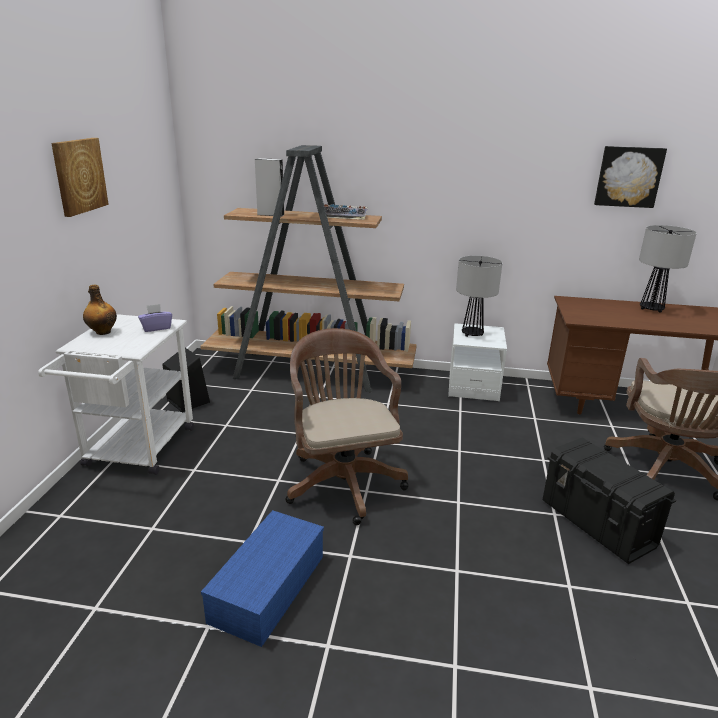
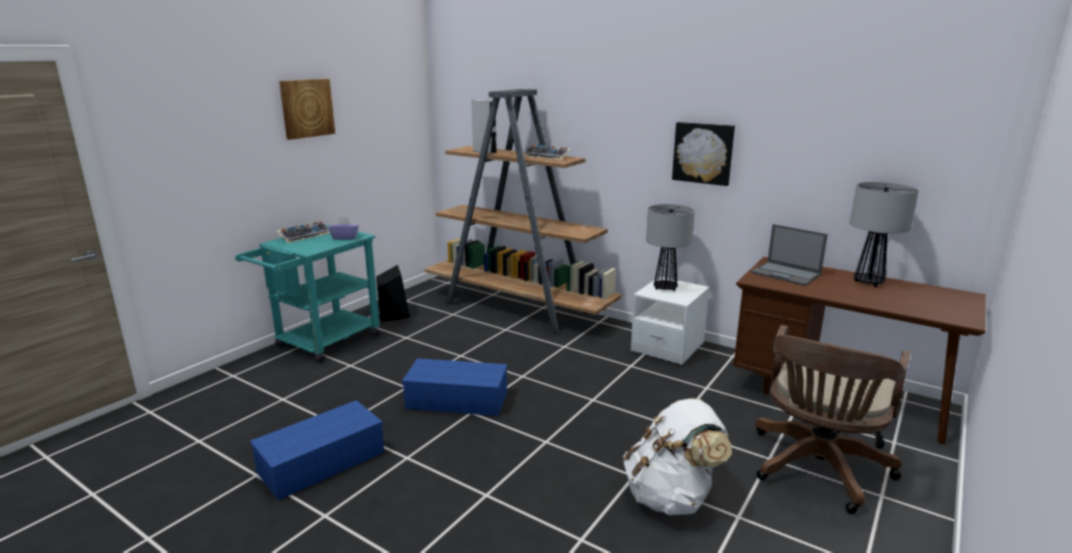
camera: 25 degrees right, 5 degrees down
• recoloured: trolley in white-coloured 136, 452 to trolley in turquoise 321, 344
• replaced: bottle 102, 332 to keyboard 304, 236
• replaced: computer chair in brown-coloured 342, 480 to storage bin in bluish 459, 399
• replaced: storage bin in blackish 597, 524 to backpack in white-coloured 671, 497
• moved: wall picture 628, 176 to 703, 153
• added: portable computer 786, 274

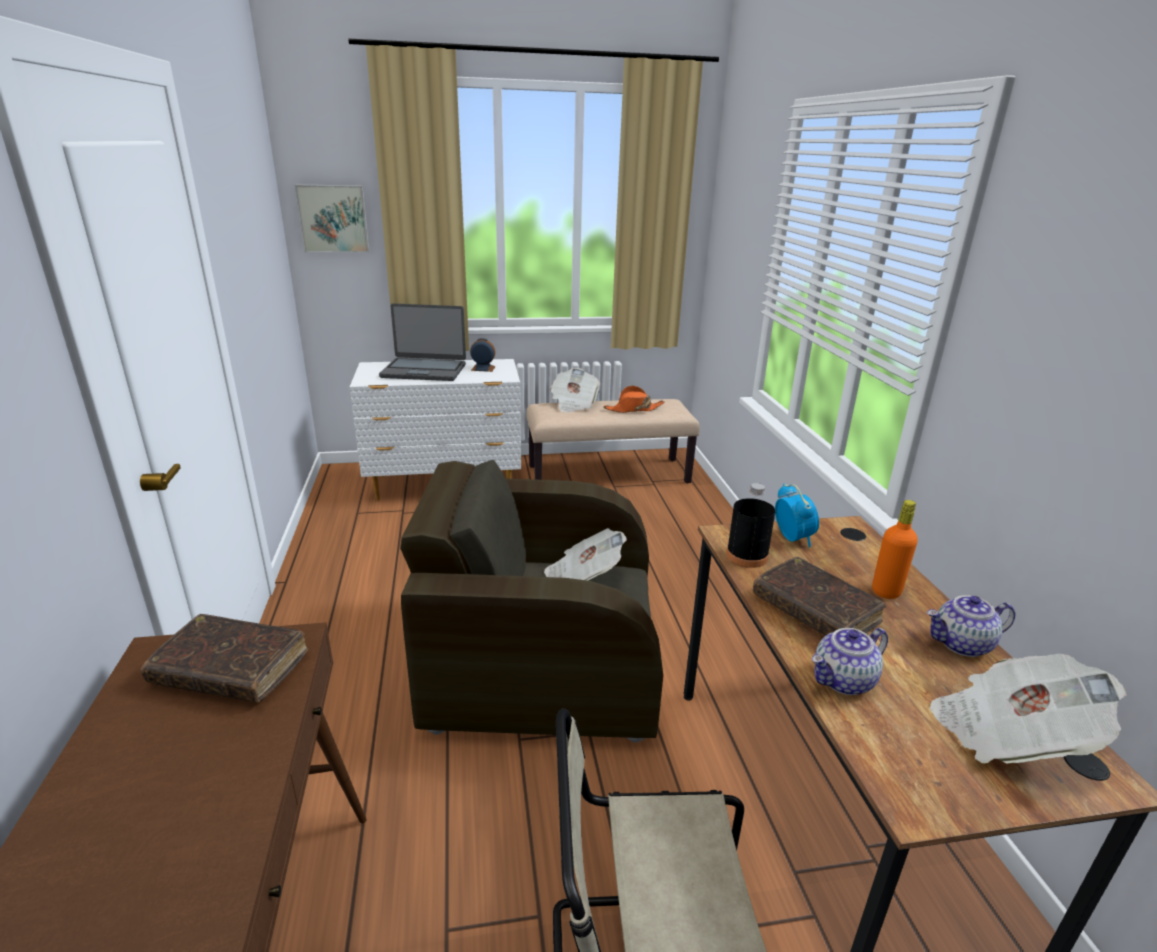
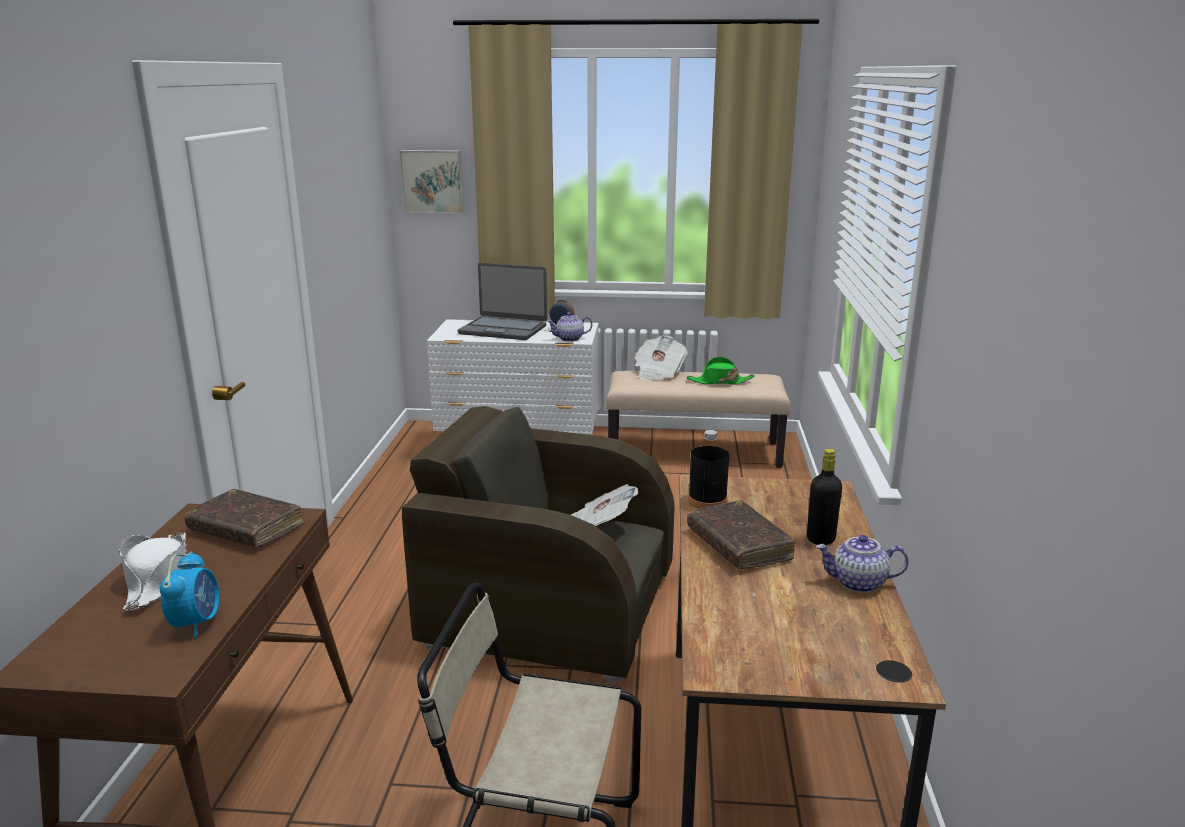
camera: 15 degrees right, 5 degrees down
• added: clothing hat in white-coloured 158, 578
• moved: bedside clock 792, 538 to 196, 623
• moved: teapot 843, 681 to 569, 339
• recoloured: clothing hat in orange 633, 409 to clothing hat in green 720, 381
• recoloured: bottle in orange 886, 591 to bottle in blackish 820, 539
• removed: daily paper 1009, 734

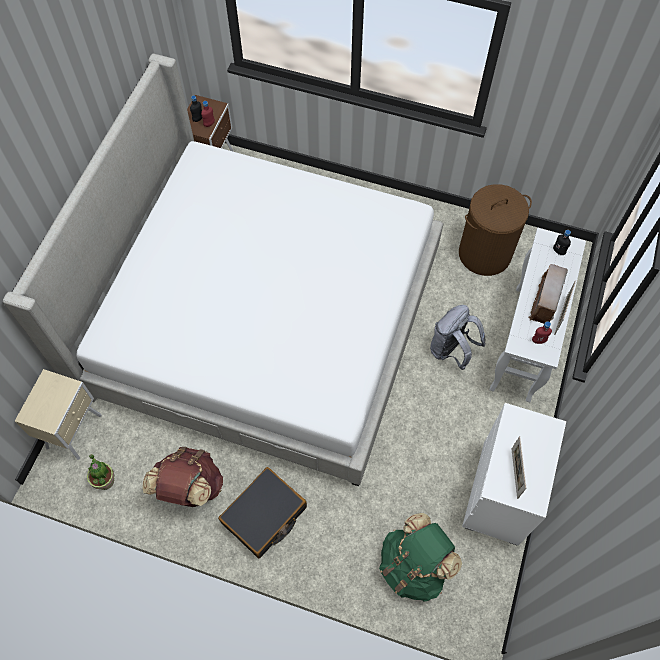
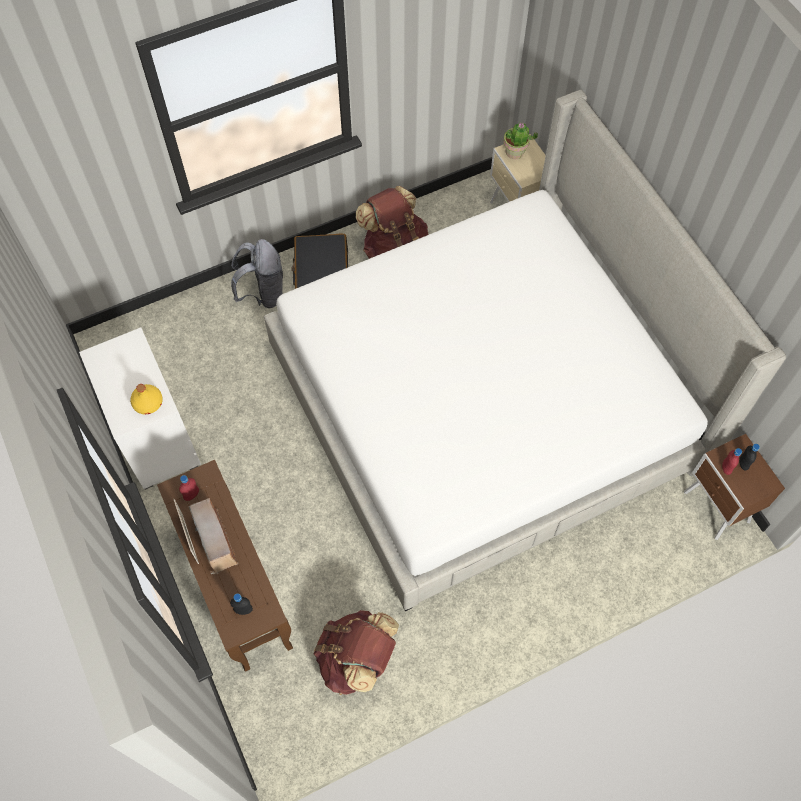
camera: 135 degrees right, 0 degrees up
• added: bottle in yellow 148, 403
• recoloured: hall table in white-coloured 523, 344 to hall table in brown-coloured 238, 589
• moved: backpack in greyish 451, 351 to 263, 293
• replaced: washing basket in brown-coloured 484, 253 to backpack in brown-coloured 357, 659
• moved: plant in a pot 105, 480 to 515, 152
• removed: backpack in green 413, 566
• removed: photo frame 514, 473

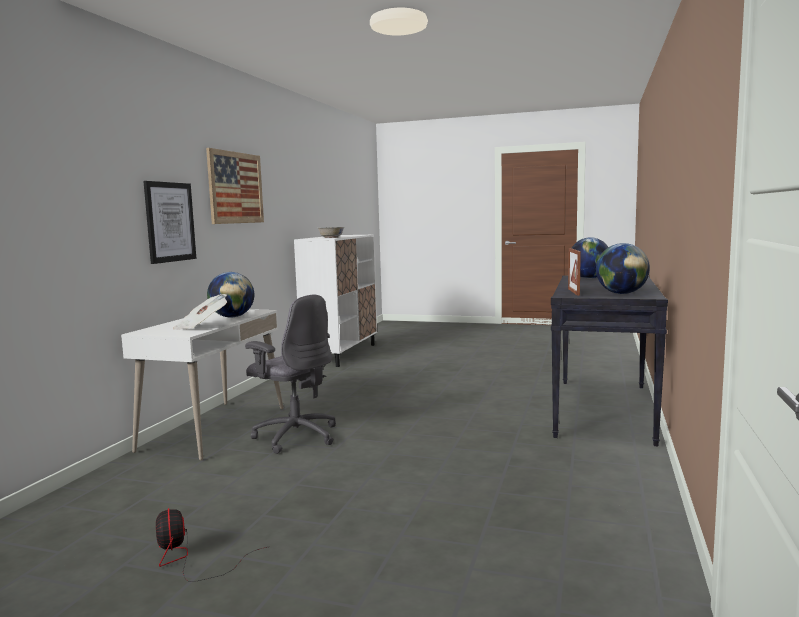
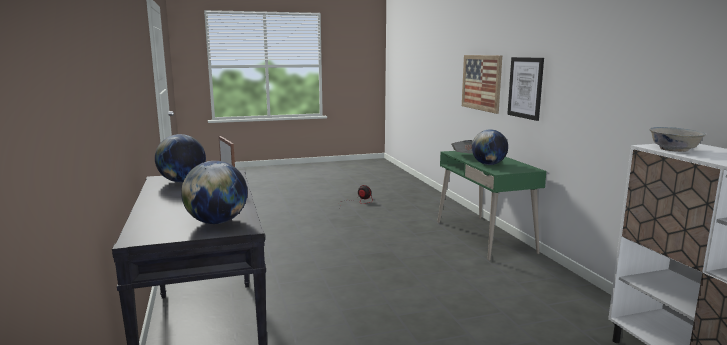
camera: 145 degrees right, 5 degrees up
• recoloured: desk table in white-coloured 214, 428 to desk table in green 484, 237
• moved: wall picture 235, 188 to 481, 82
• removed: computer chair in greyish 296, 436

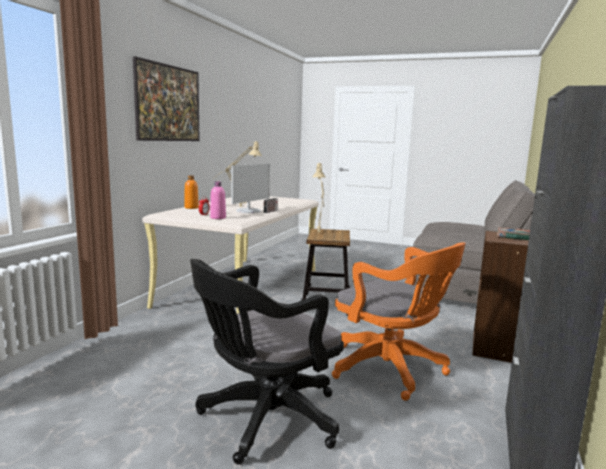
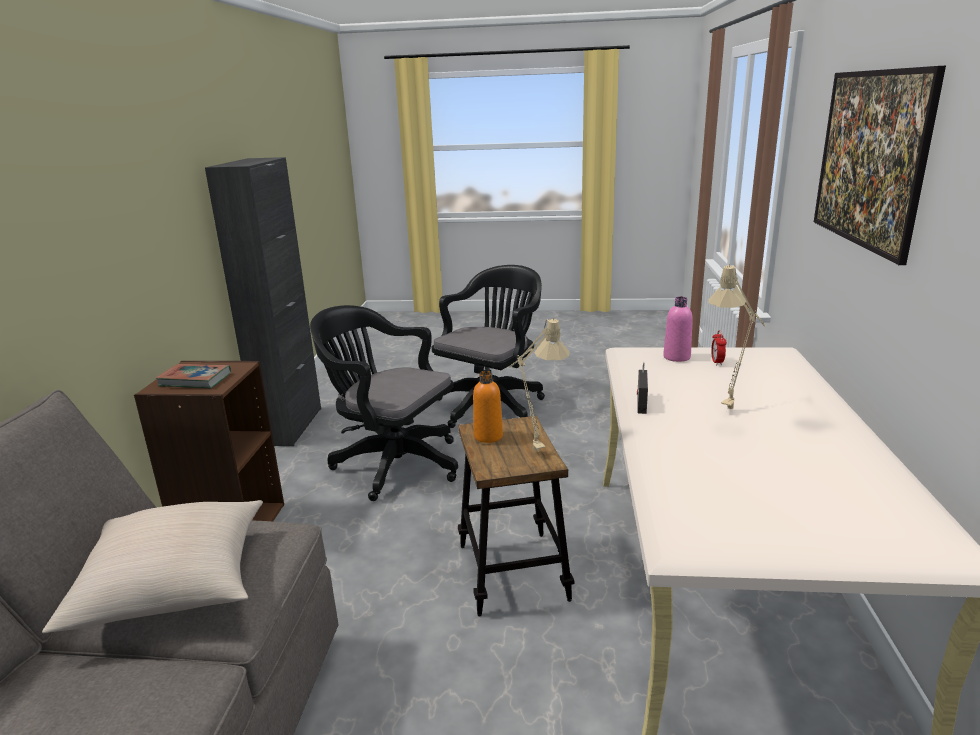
camera: 165 degrees right, 10 degrees up
• added: throw pillow in beige-coloured 174, 584
• recoloured: computer chair in orange 392, 370 to computer chair in blackish 392, 463
• moved: bottle in orange 191, 207 to 488, 436
• removed: computer screen 249, 211

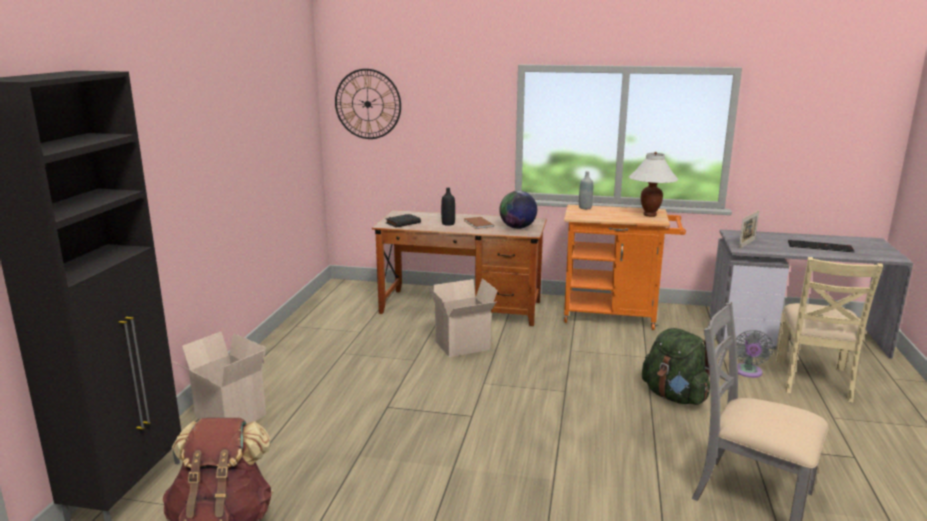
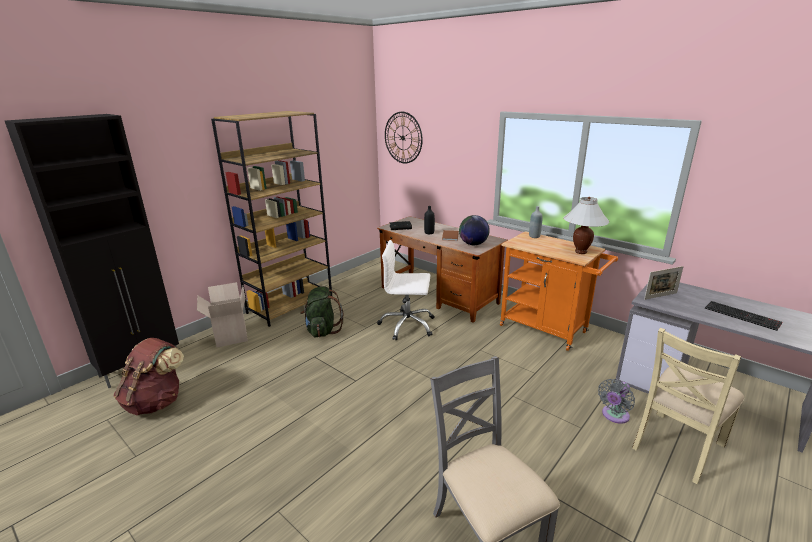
camera: 30 degrees right, 5 degrees up
• added: bookcase in brown-coloured 290, 305
• moved: backpack in green 674, 396 to 322, 330
• replaced: cardboard box 462, 346 to computer chair in white-coloured 407, 325

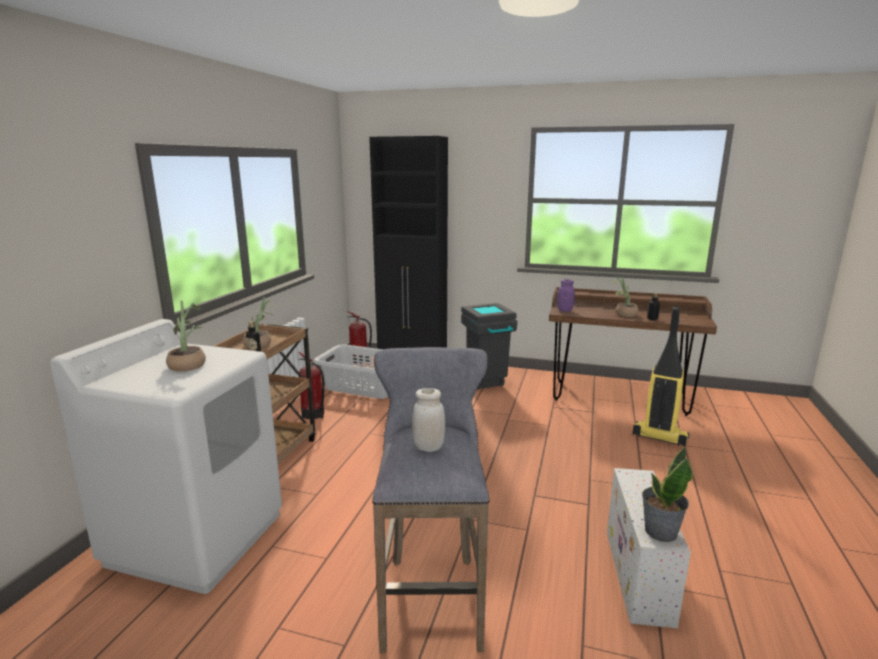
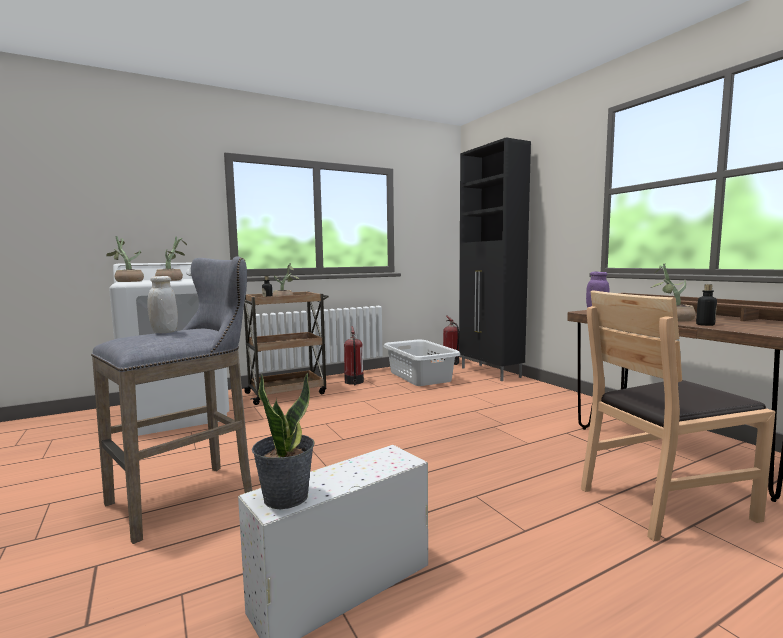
camera: 45 degrees right, 10 degrees down
• added: plant in a pot 127, 281
• replaced: vacuum cleaner 659, 437 to chair in brown-coloured 663, 502
• removed: trash can in greyish 487, 386

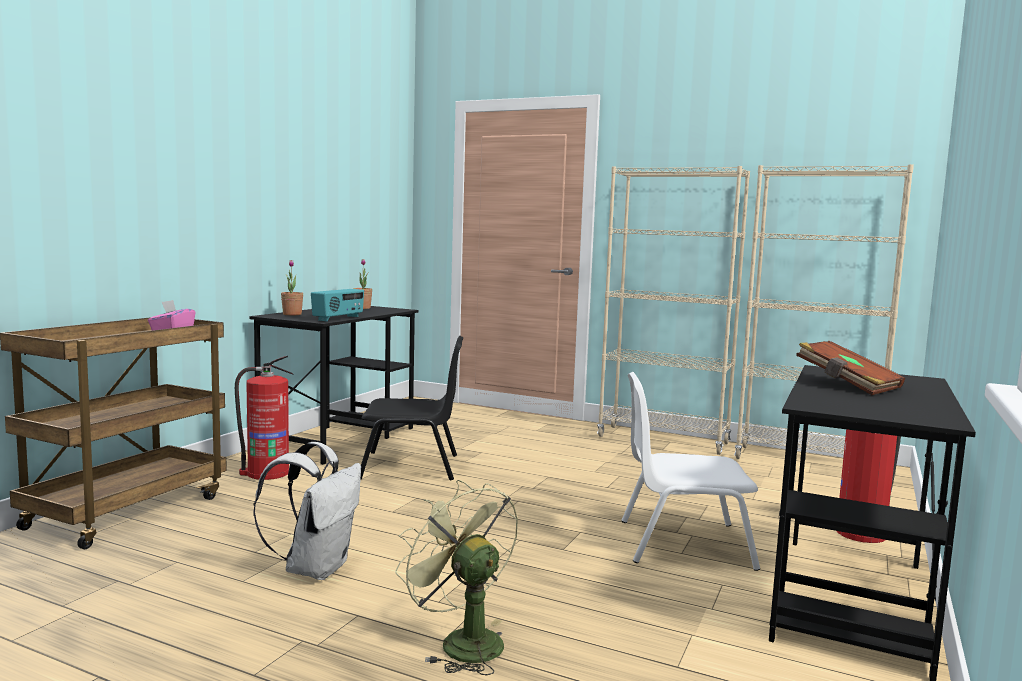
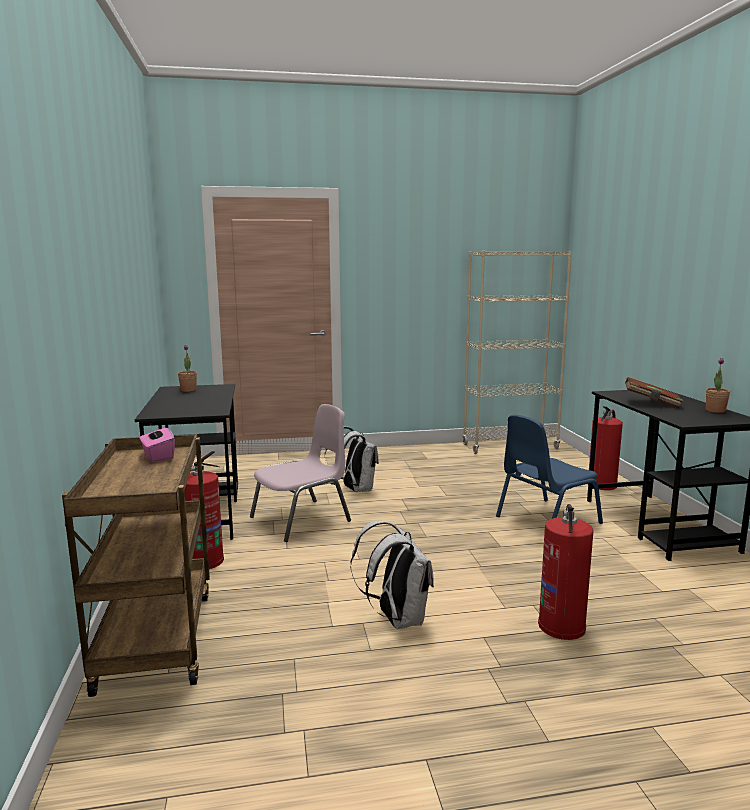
camera: 35 degrees left, 5 degrees up
• recoloured: chair in blackish 412, 467 to chair in pinkish 302, 519
• added: backpack in white-coloured 355, 489
• recoloured: chair in white-coloured 682, 543 to chair in bluish 545, 520
• replaced: electric fan in green 461, 641 to fire extinguisher 562, 625
• moved: plant in a pot 292, 314 to 715, 410
• removed: radio 338, 318
• removed: bookcase in beige-coloured 663, 440

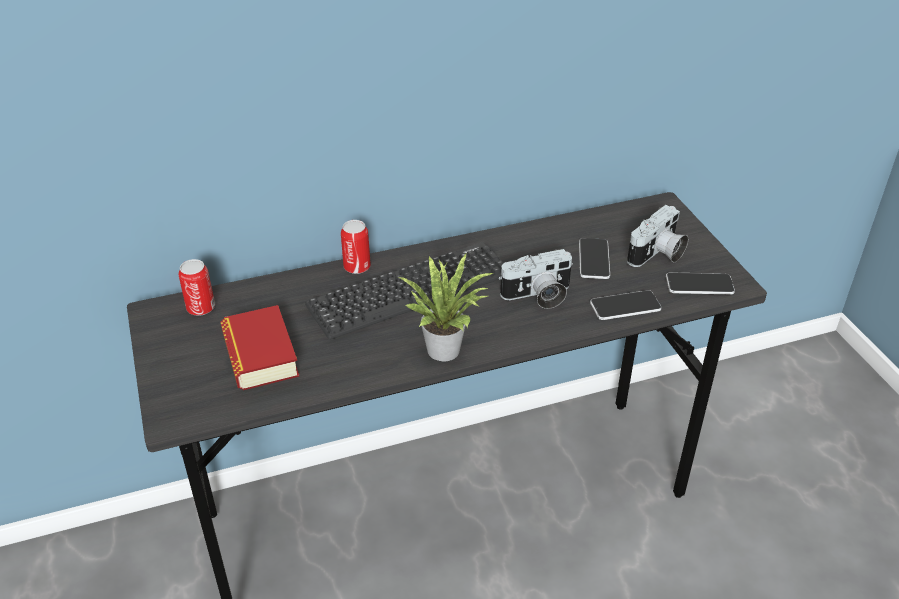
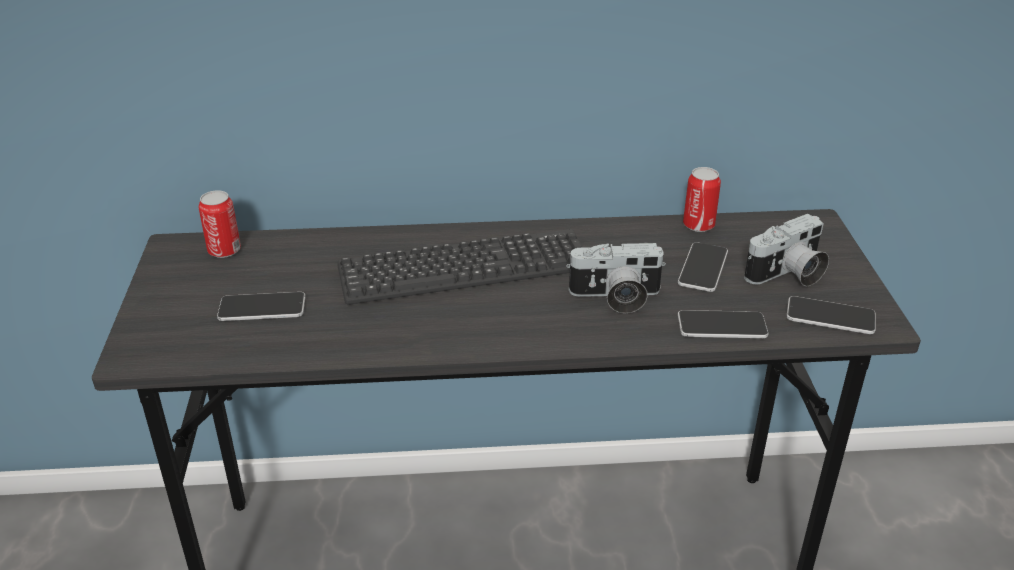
camera: 15 degrees right, 5 degrees down
• replaced: bound book 260, 355 to phone 262, 308
• moved: sealed can 357, 267 to 698, 225
• removed: plant in a pot 446, 348

